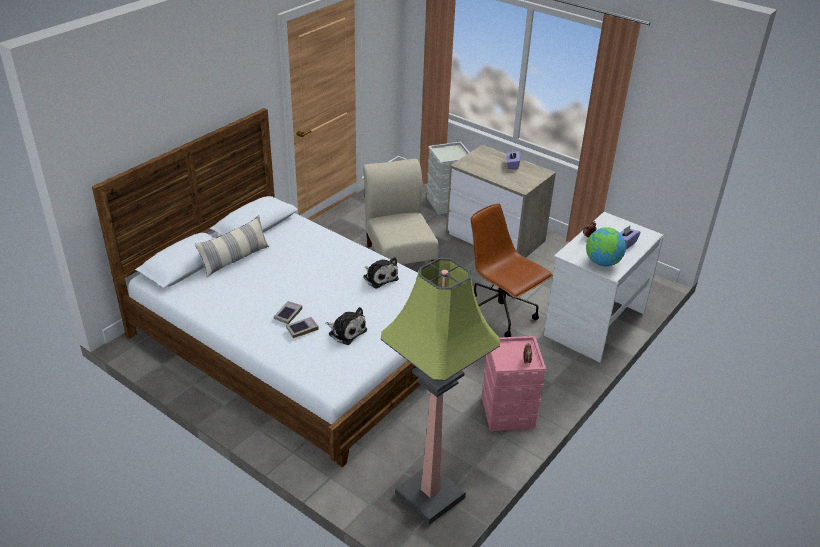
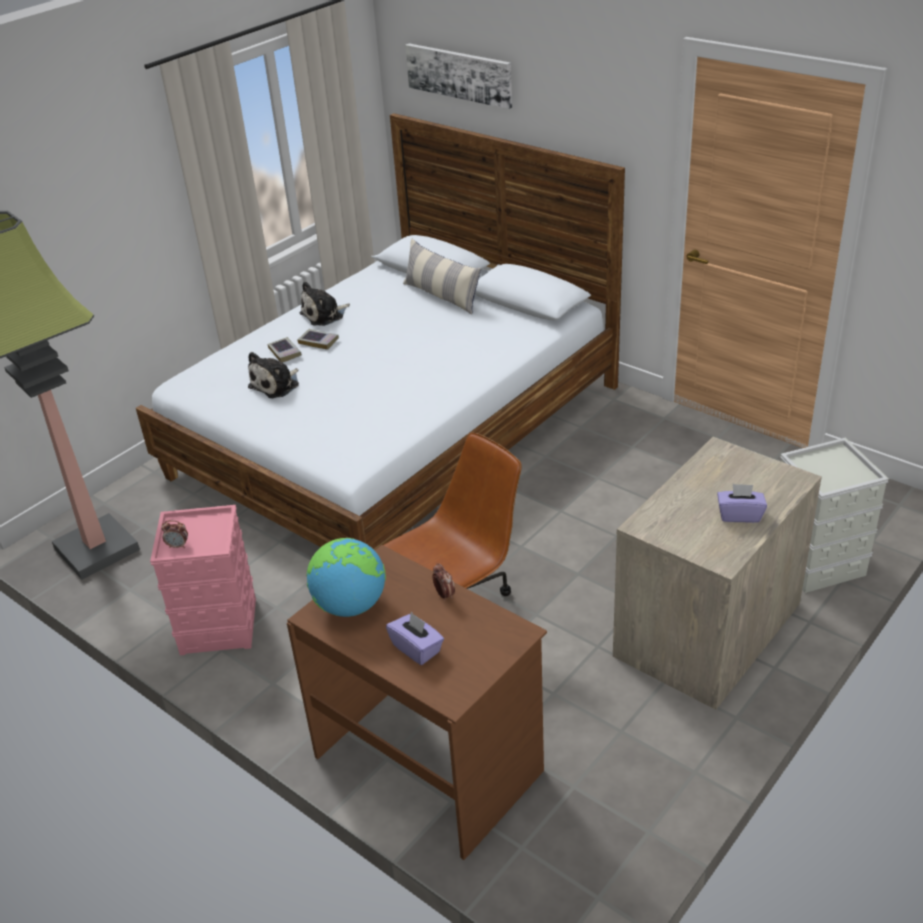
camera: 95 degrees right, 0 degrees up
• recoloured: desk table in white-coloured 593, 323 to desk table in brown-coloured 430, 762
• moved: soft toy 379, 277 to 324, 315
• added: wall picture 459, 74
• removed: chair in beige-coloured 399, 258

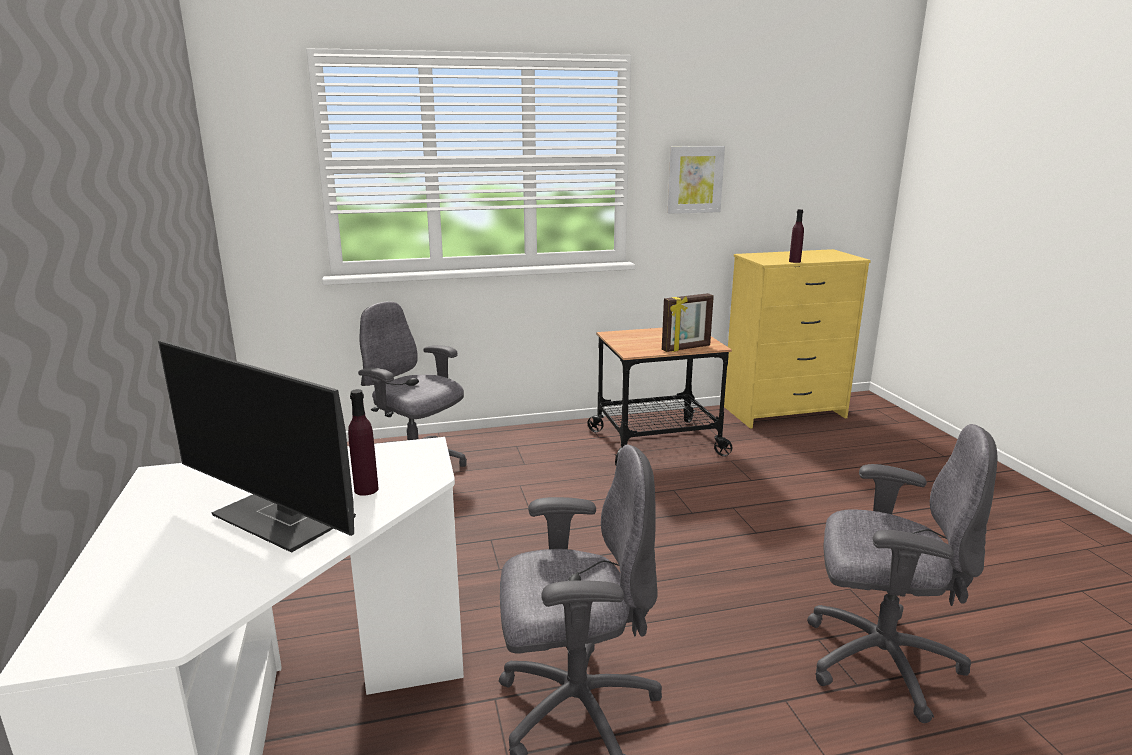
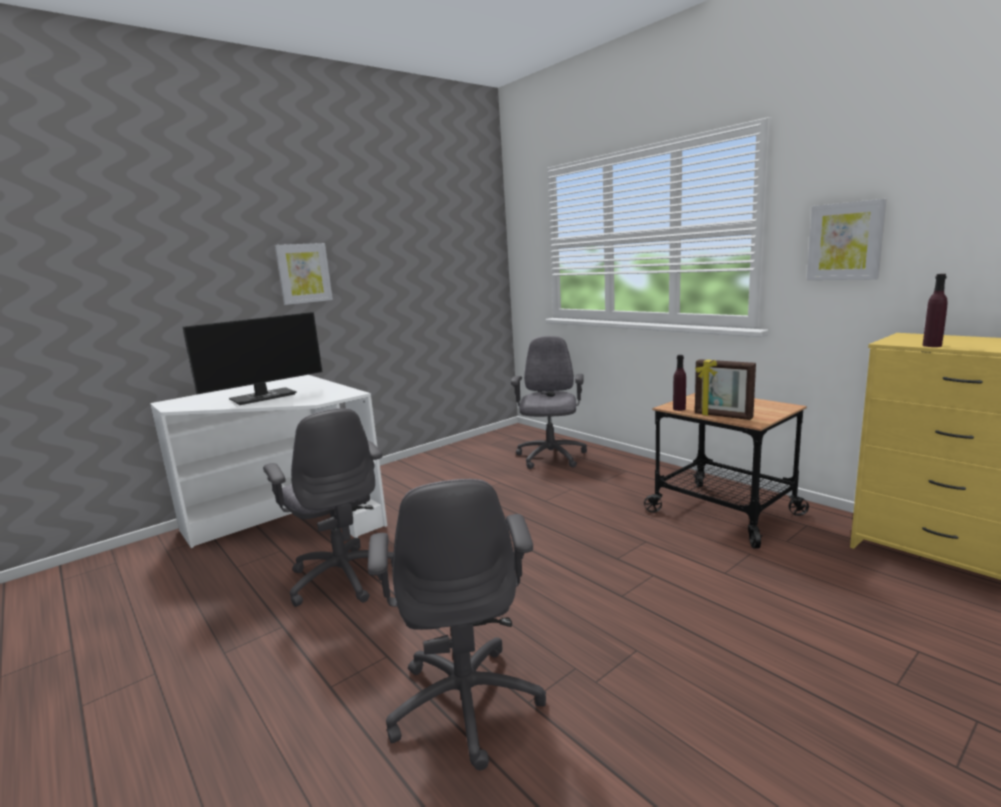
camera: 65 degrees right, 5 degrees down
• turned: computer screen 286, 519 = 264, 396 135 degrees counterclockwise
• added: wall picture 303, 273
• moved: bottle in purple 366, 489 to 679, 409

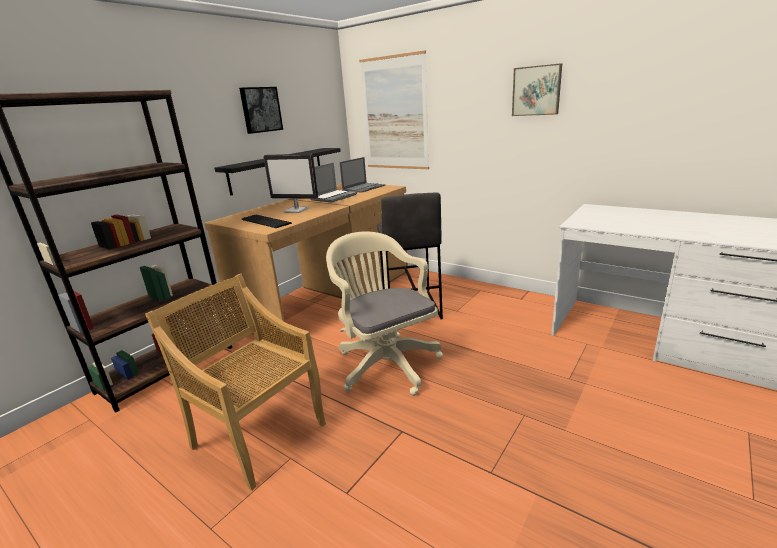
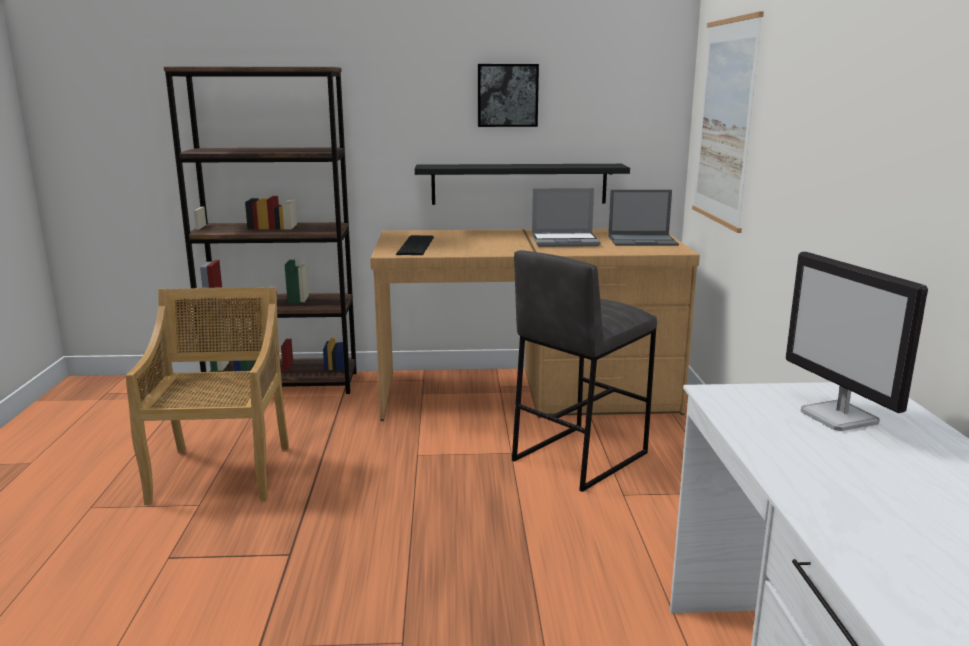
camera: 50 degrees right, 5 degrees down
• moved: computer screen 297, 210 to 840, 418
• removed: computer chair in beige-coloured 385, 362
• removed: wall picture 536, 91

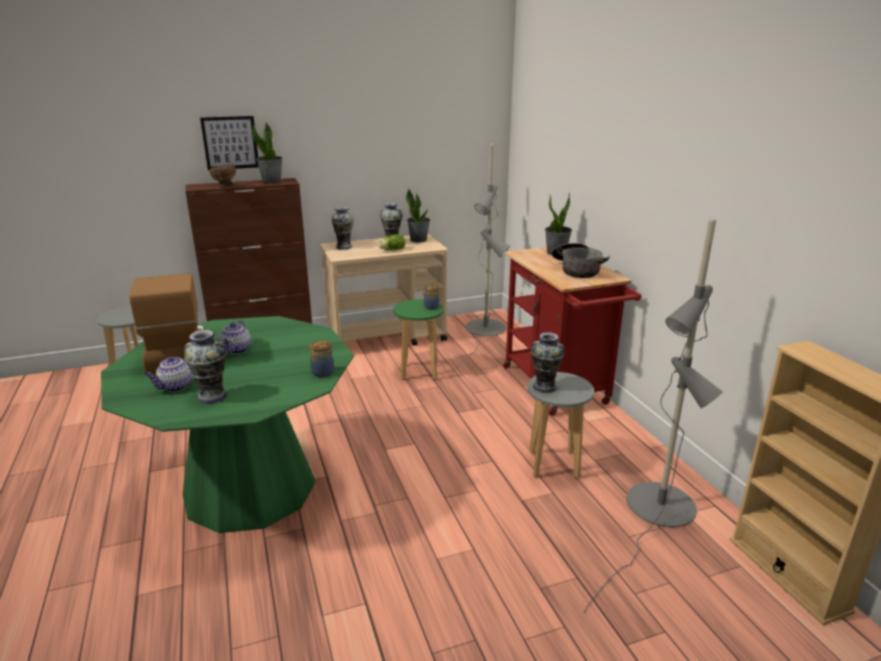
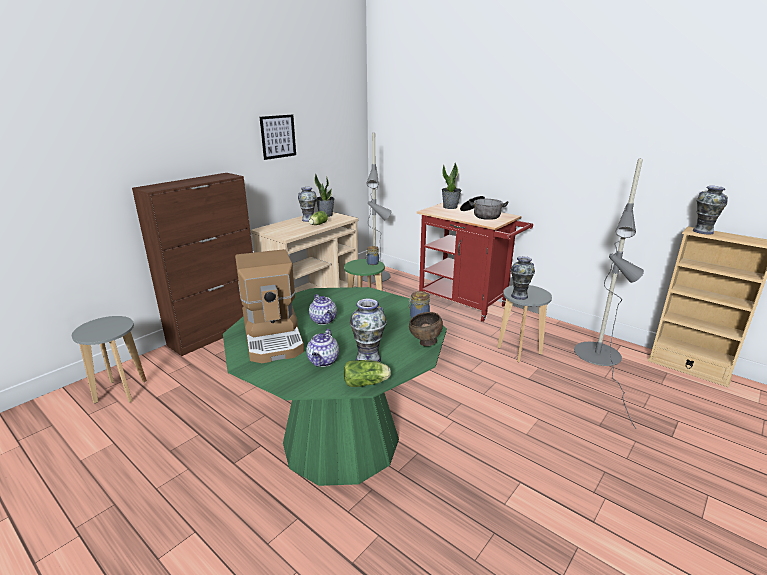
camera: 30 degrees left, 0 degrees up
• turned: coffee brewer 176, 353 = 274, 337 150 degrees counterclockwise
• moved: wall picture 230, 143 to 278, 136
• added: lettuce 367, 383
• moved: bowl in brown-coloured 224, 186 to 425, 343
• moved: flower vase 343, 247 to 702, 231
• removed: plant in a pot 272, 181

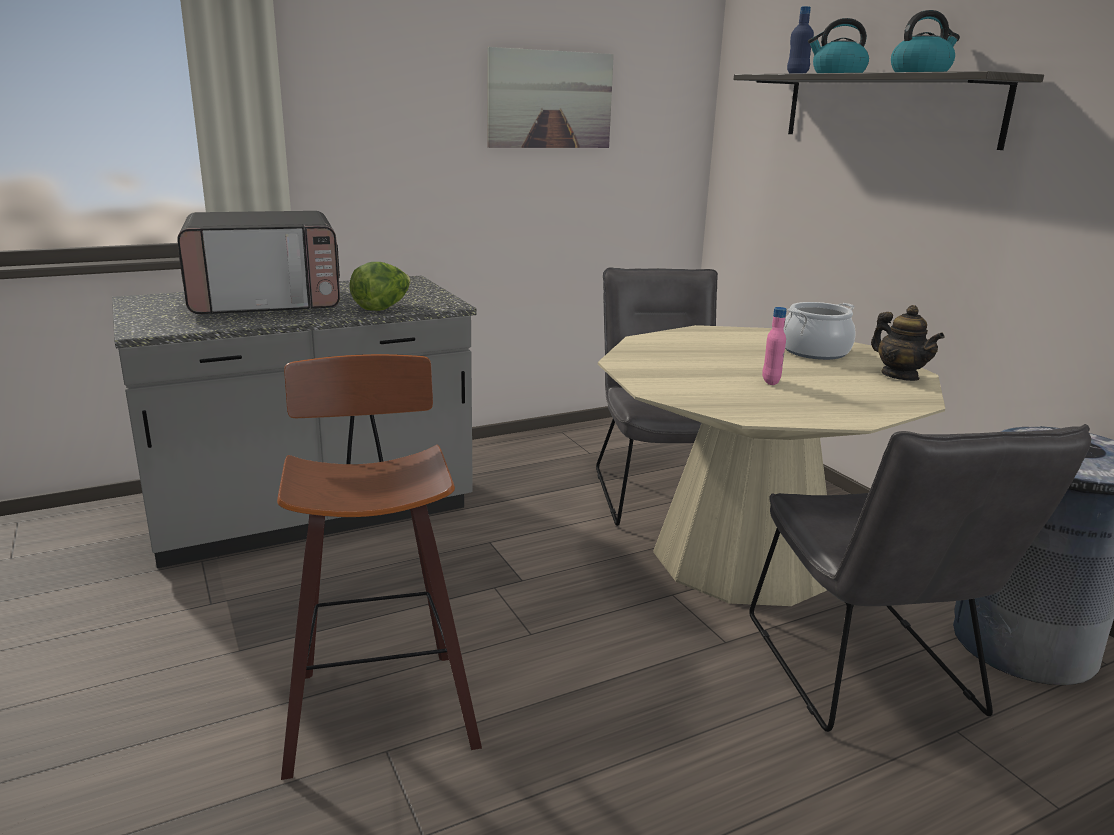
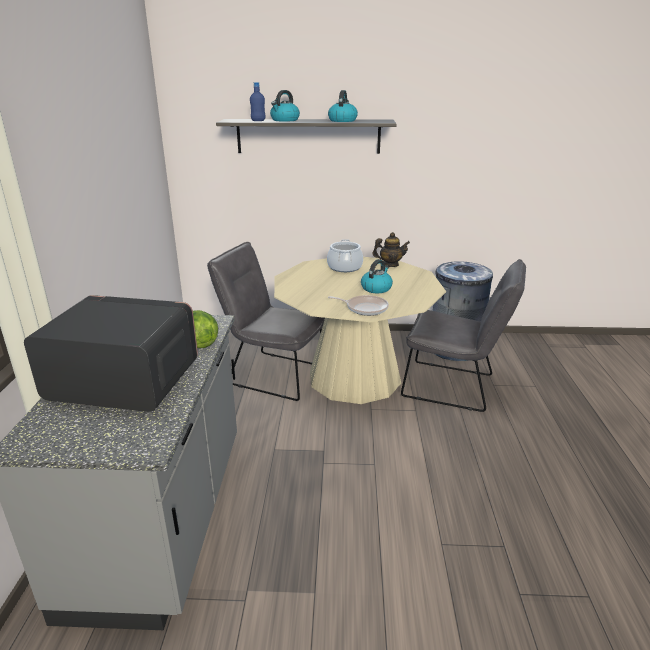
camera: 60 degrees left, 5 degrees up
• turned: microwave 267, 302 = 123, 382 90 degrees counterclockwise
• added: frying pan 365, 308
• replaced: bottle in pinkish 770, 381 to kettle 376, 288
• removed: stool 378, 706
• removed: wall picture 550, 100

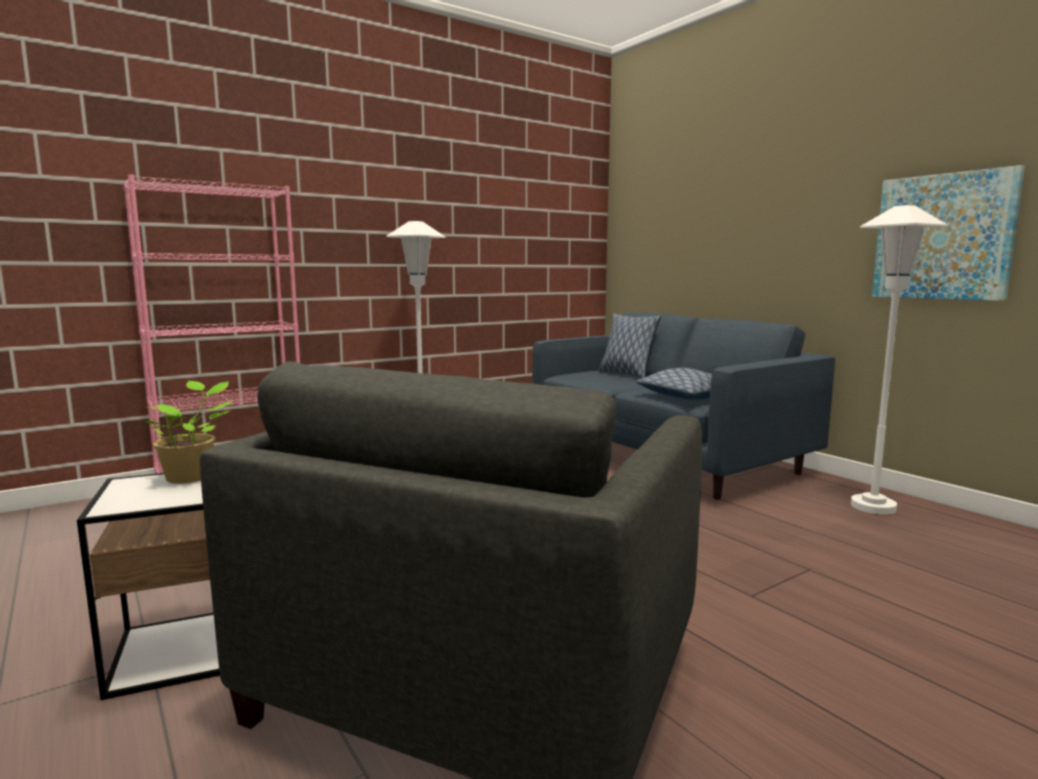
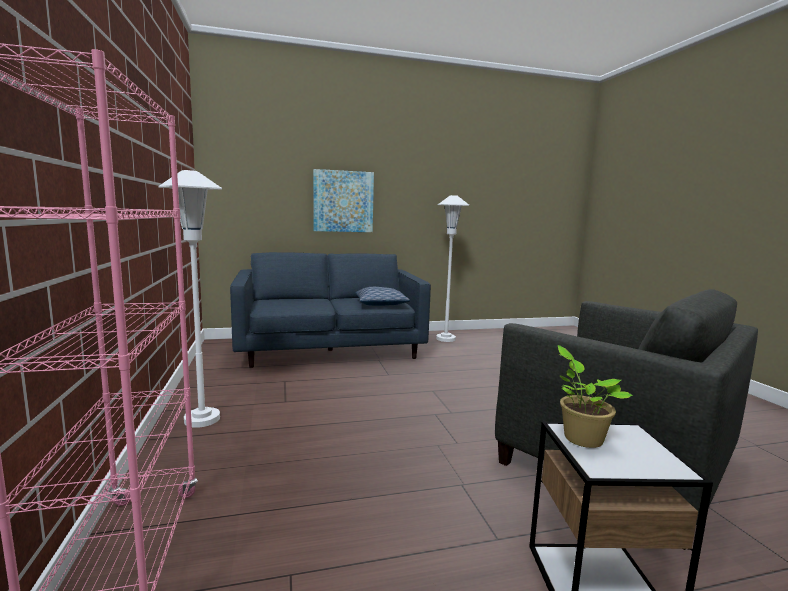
camera: 70 degrees left, 0 degrees up
• moved: wall picture 943, 237 to 343, 201
• removed: throw pillow 626, 374

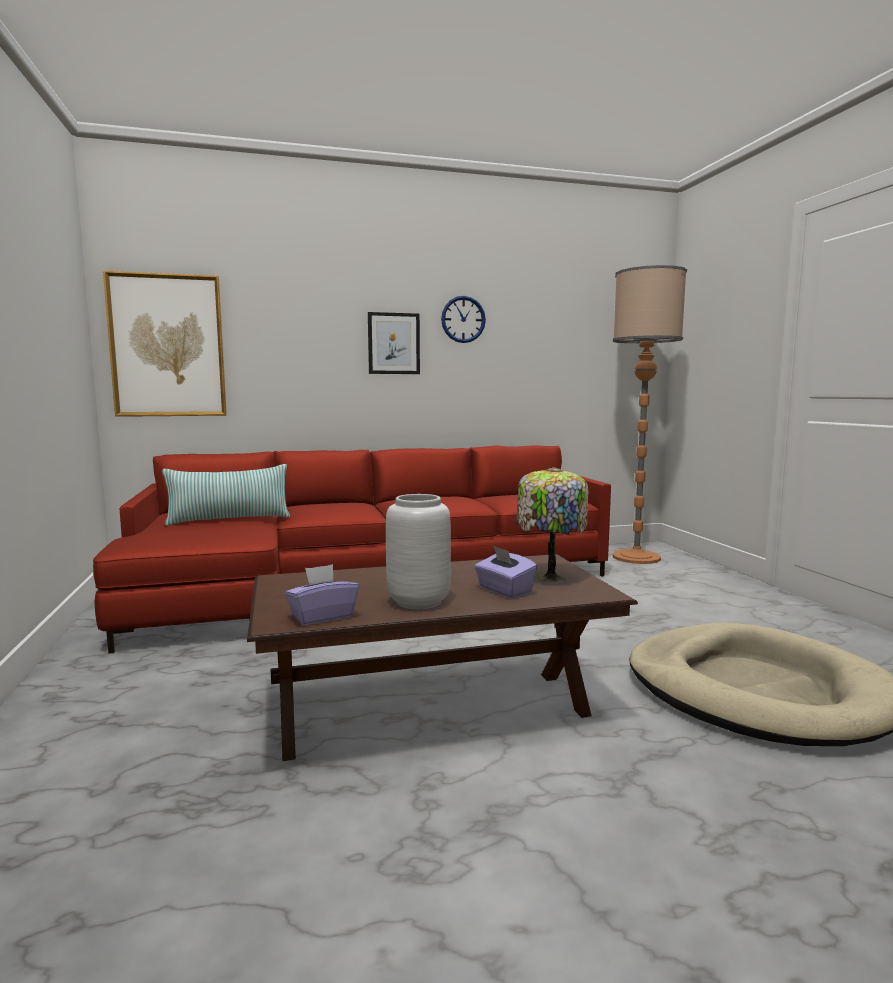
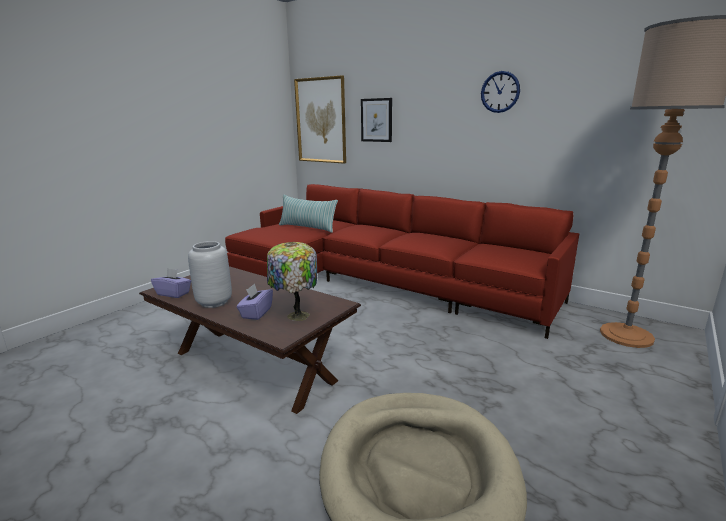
camera: 50 degrees right, 10 degrees up
• moved: wall picture 393, 343 to 376, 120

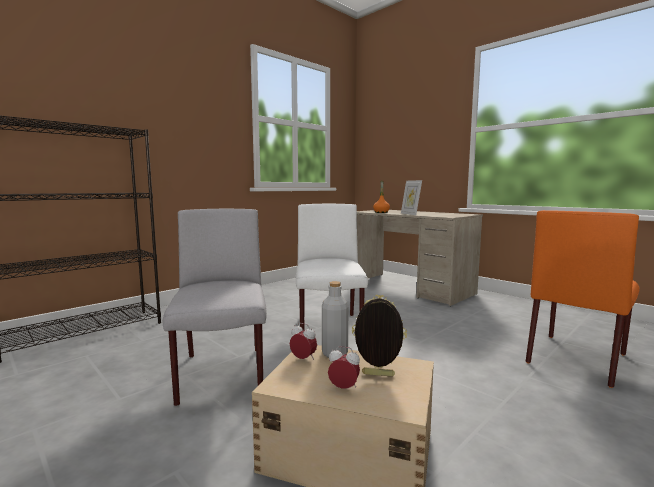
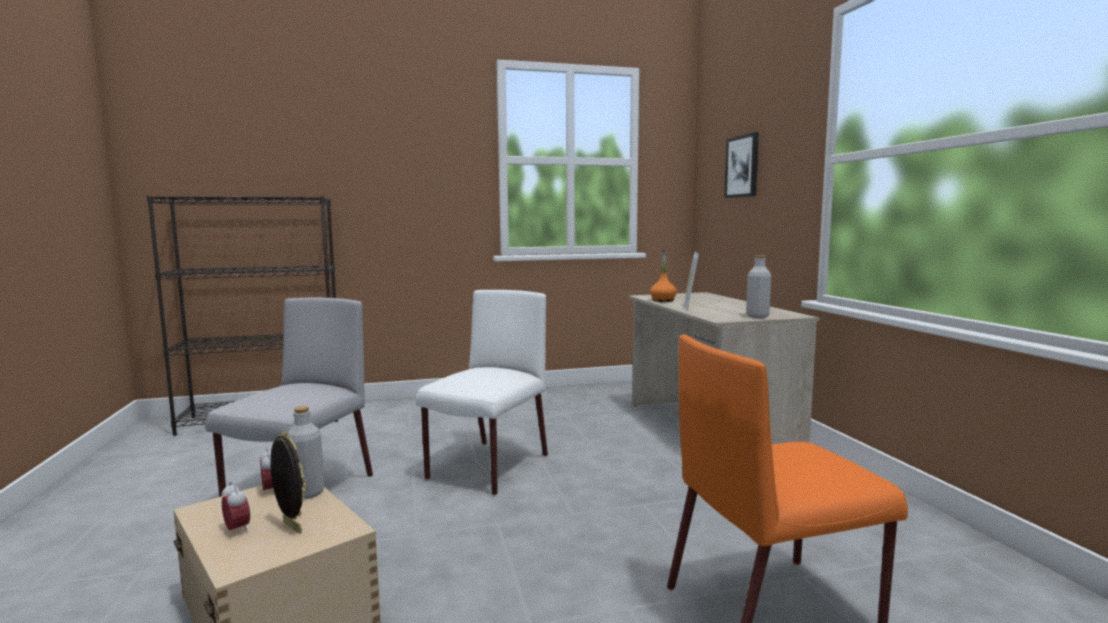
camera: 30 degrees right, 0 degrees up
• added: wall picture 742, 166
• added: bottle in greyish 757, 316

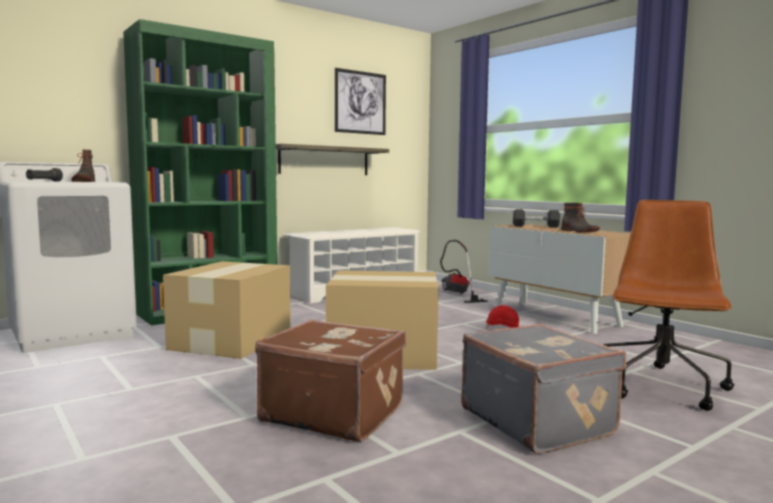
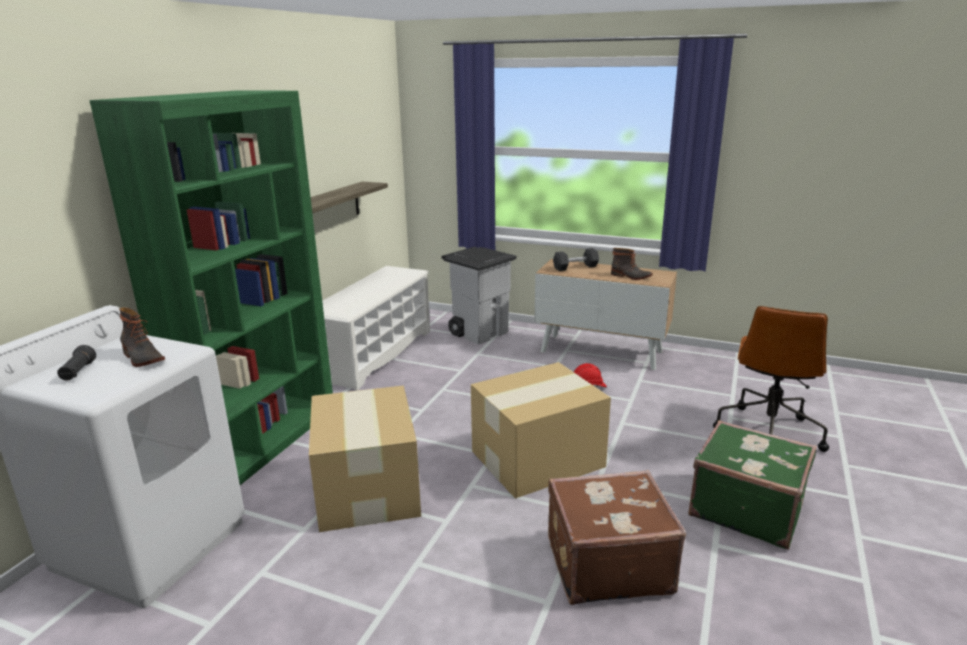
camera: 30 degrees left, 15 degrees up
• replaced: vacuum cleaner 458, 294 to trash can in greyish 479, 332
• recoloured: suitcase in greyish 538, 421 to suitcase in green 746, 508
• turned: computer chair in brown-coloured 661, 387 = 768, 432 150 degrees counterclockwise
• removed: wall picture 360, 102

